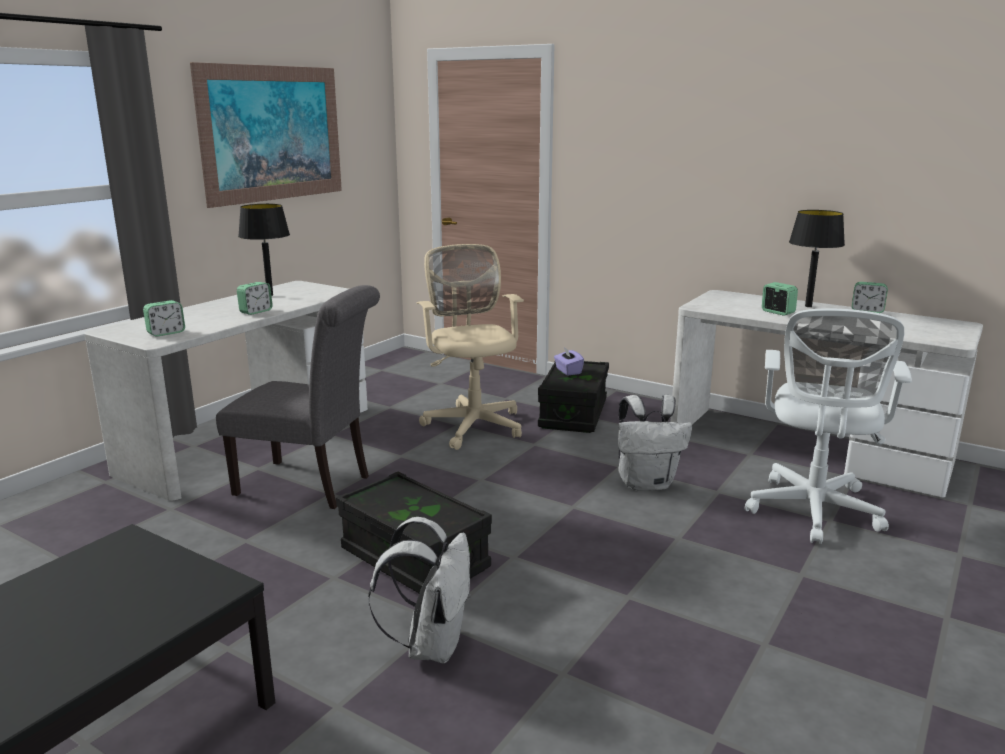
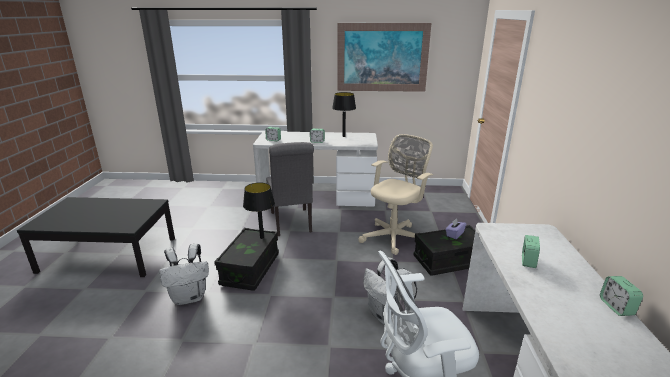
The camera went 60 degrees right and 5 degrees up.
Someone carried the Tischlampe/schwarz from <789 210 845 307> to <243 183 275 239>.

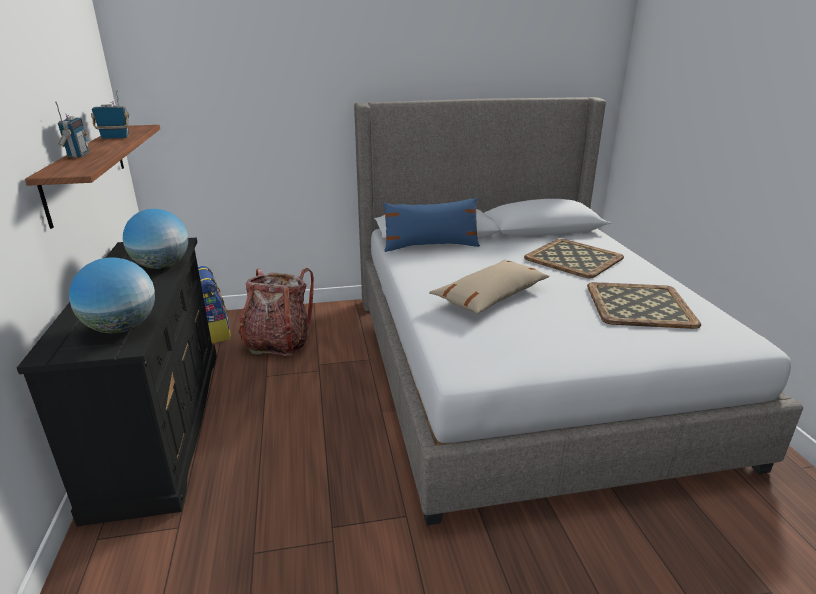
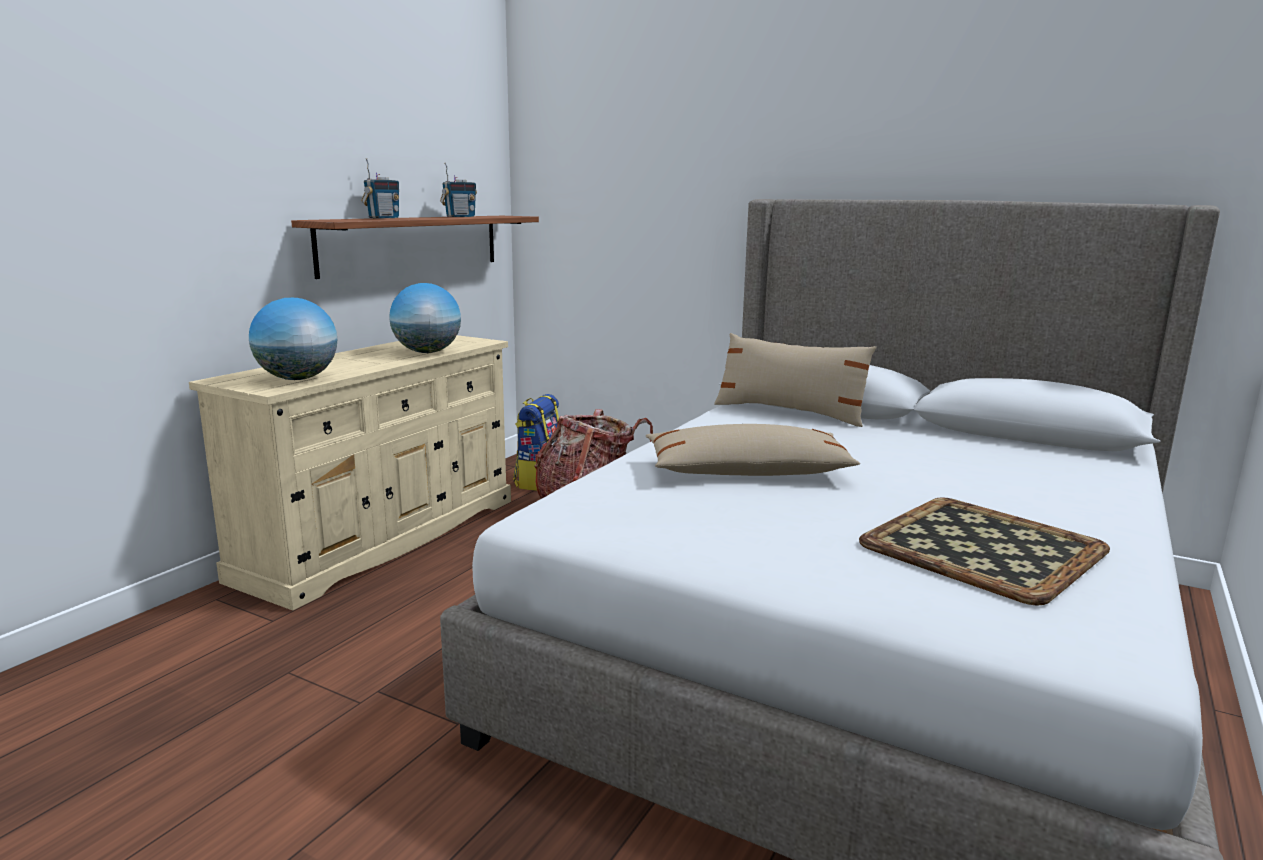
The camera went 40 degrees right and 10 degrees down.
Someone repainted the Kommode/schwarz at <17 238 217 527>, which became the Kommode/beige at <189 335 511 611>.
Someone rotated the Radio at <91 90 130 139> by 105 degrees clockwise.
Someone repainted the Kissen/blau at <383 198 480 252>, which became the Kissen/beige at <714 333 876 427>.
Someone took away the Tablett at <524 239 624 278>.

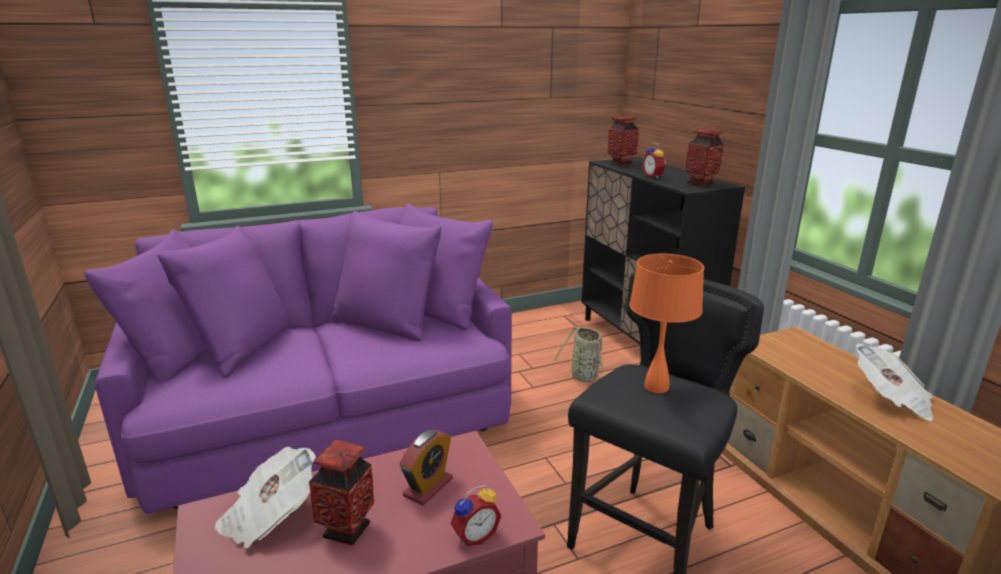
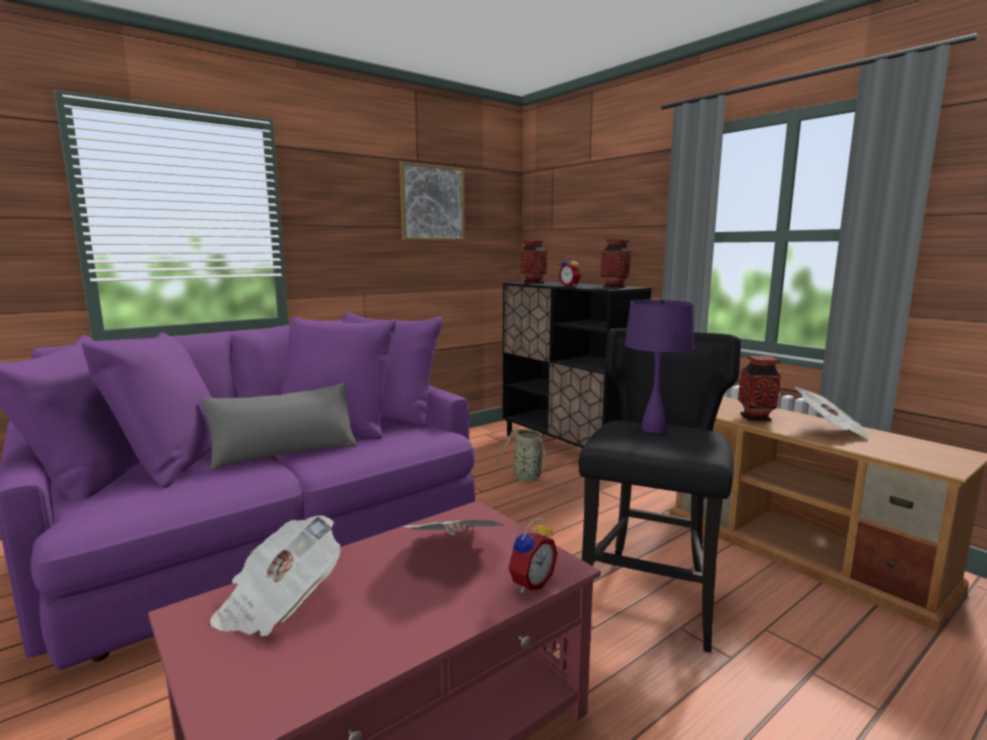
The camera went 15 degrees left and 10 degrees down.
Someone put down the Kissen/grau at <202 383 357 470>.
Someone put up the Bild at <399 161 465 240>.
Someone swapped the Wecker at <399 430 453 505> for the Zeitung at <403 520 503 536>.
Someone repainted the Tischlampe/orange at <629 254 704 393>, which became the Tischlampe/lila at <624 299 695 433>.
Someone carried the Vase from <309 440 374 545> to <738 356 781 422>.

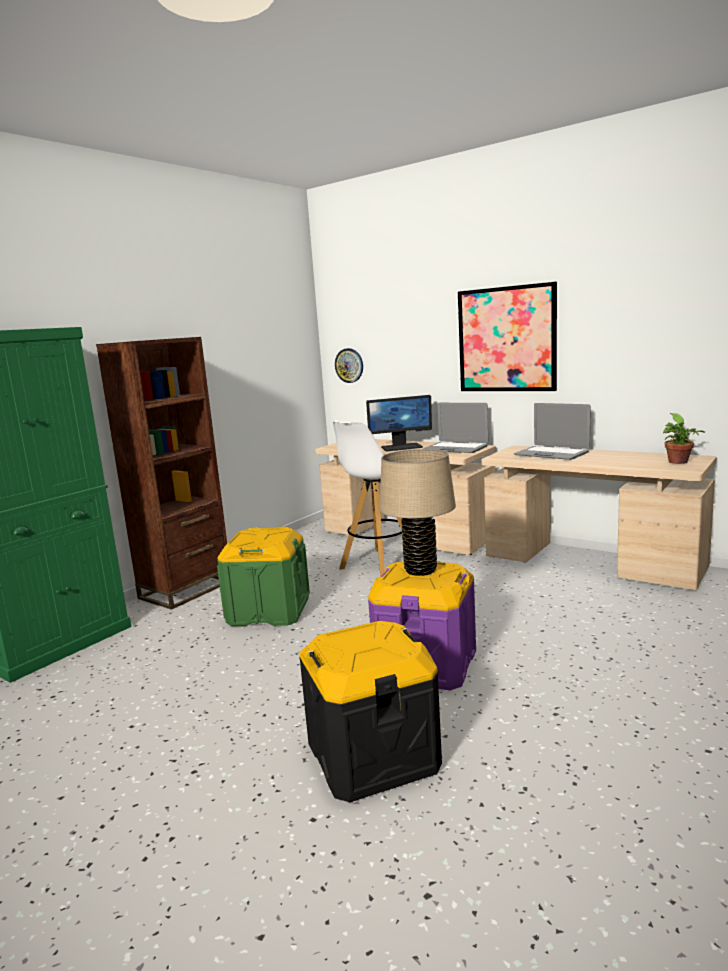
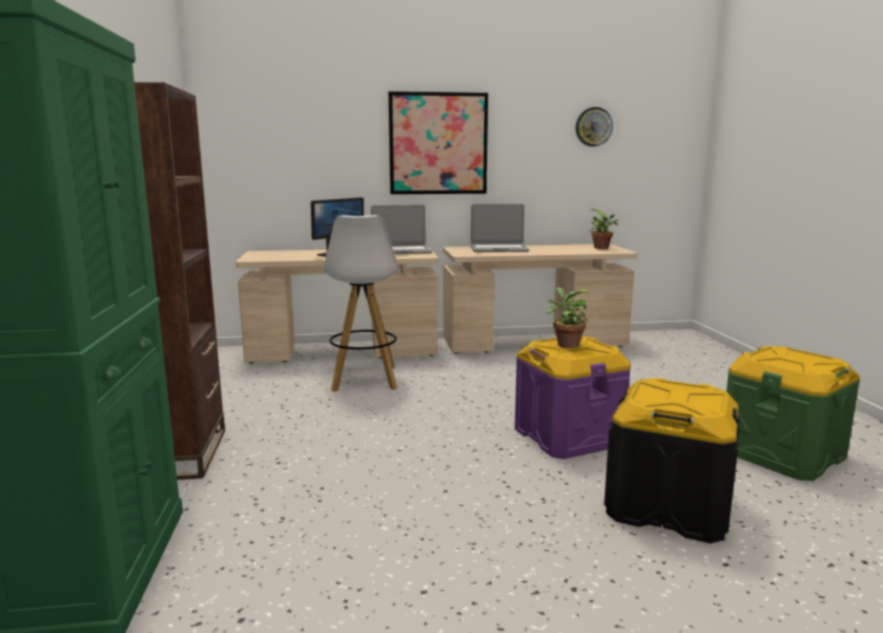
The camera went 45 degrees left and 0 degrees up.
Someone swapped the Tischlampe/beige at <380 449 456 576> for the Topfpflanze at <546 287 590 348>.
Someone carried the Wanduhr from <335 348 363 383> to <576 107 613 147>.
Someone carried the Aufbewahrungsbox/grün from <217 526 310 626> to <726 346 860 481>.

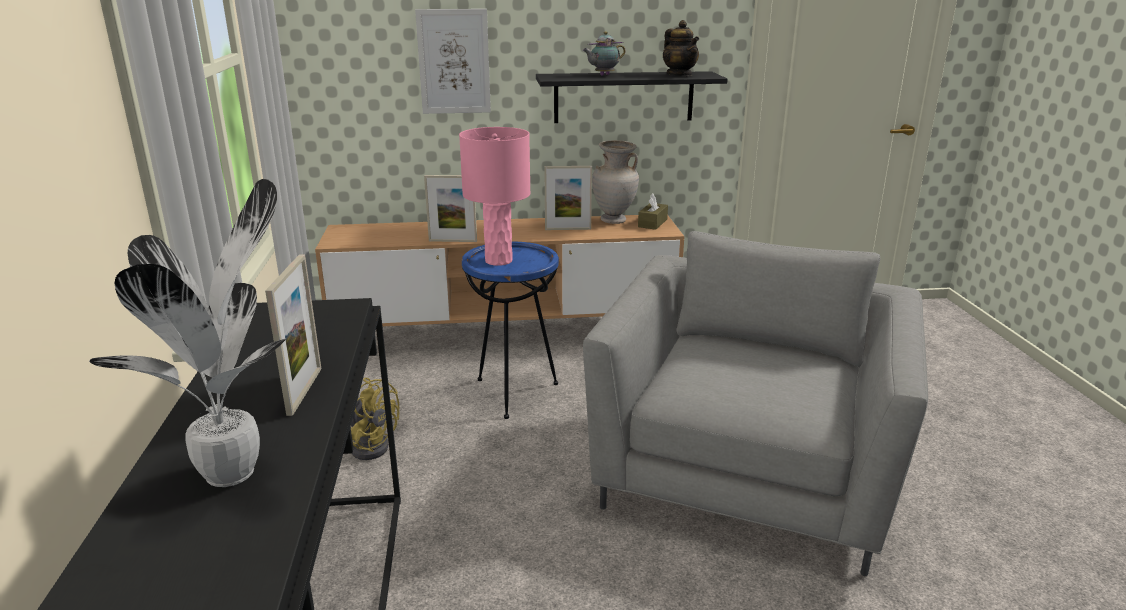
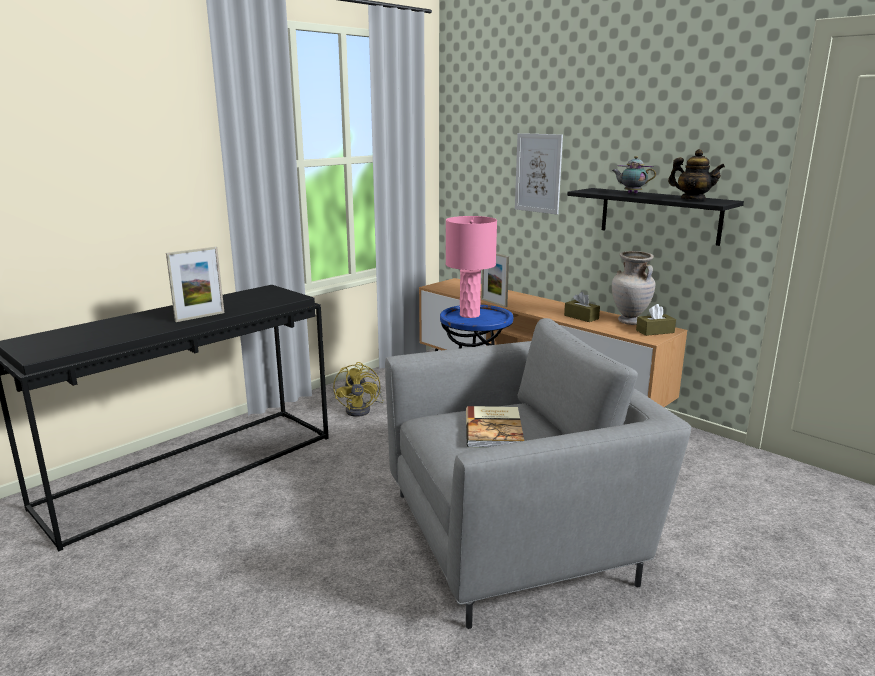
The camera went 50 degrees right and 5 degrees down.
Someone put down the Buch at <466 406 524 448>.
Someone swapped the Bilderrahmen at <544 166 592 230> for the Taschentuchbox/braun at <564 292 600 322>.
Someone rotated the Teekanne at <663 20 699 76> by 75 degrees counterclockwise.
Someone took away the Topfpflanze at <89 179 286 487>.

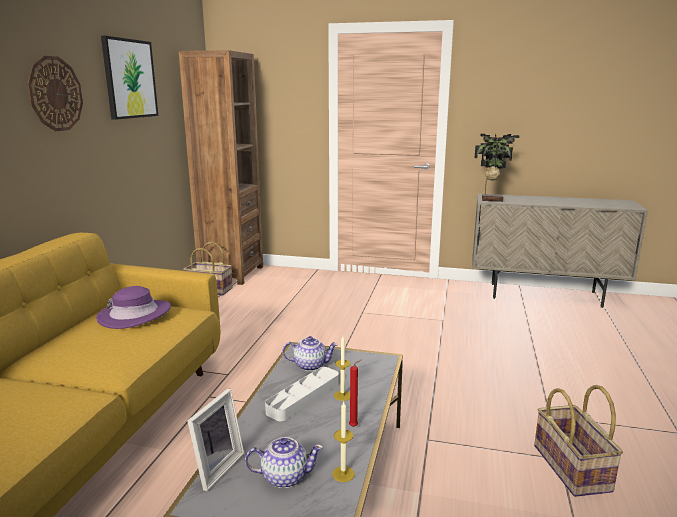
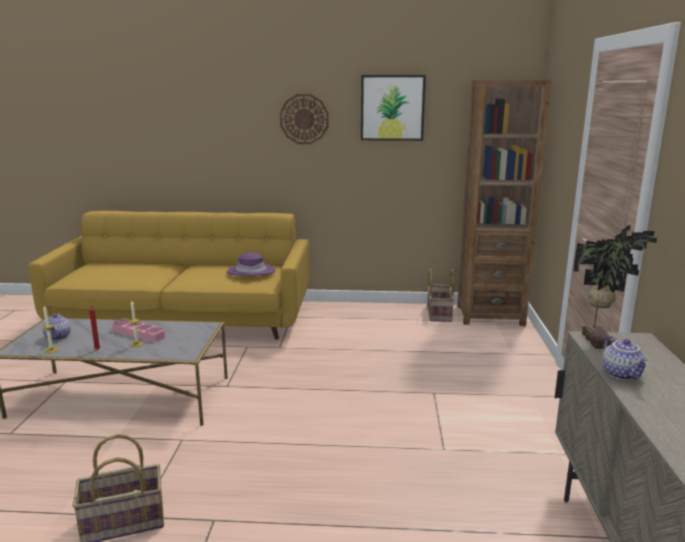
The camera went 80 degrees right and 0 degrees up.
Someone repainted the Tablett/grau at <265 367 339 421>, which became the Tablett/rosa at <112 319 165 342>.
Someone carried the Teekanne from <283 336 338 371> to <602 336 649 380>.
Someone took away the Bilderrahmen at <187 389 244 491>.

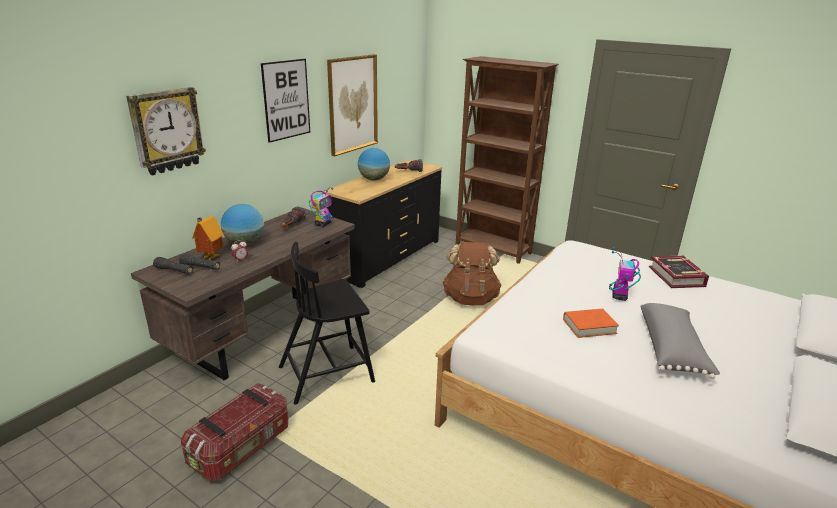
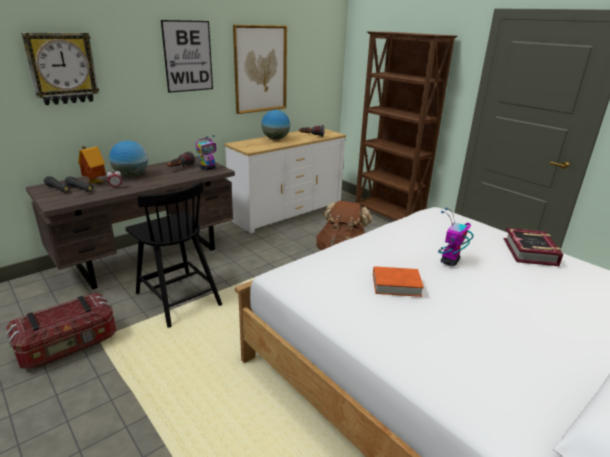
The camera went 15 degrees right and 0 degrees up.
Someone rotated the Stuhl/schwarz at <279 242 375 405> by 120 degrees counterclockwise.
Someone repainted the Kommode/schwarz at <323 159 442 288>, which became the Kommode/weiß at <224 129 346 234>.
Someone took away the Kissen/grau at <640 303 720 379>.

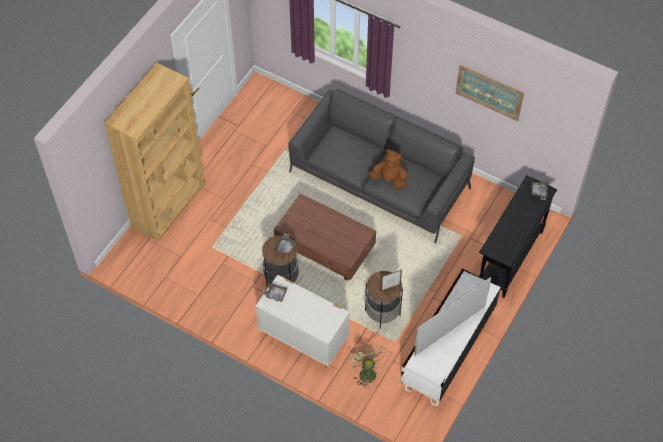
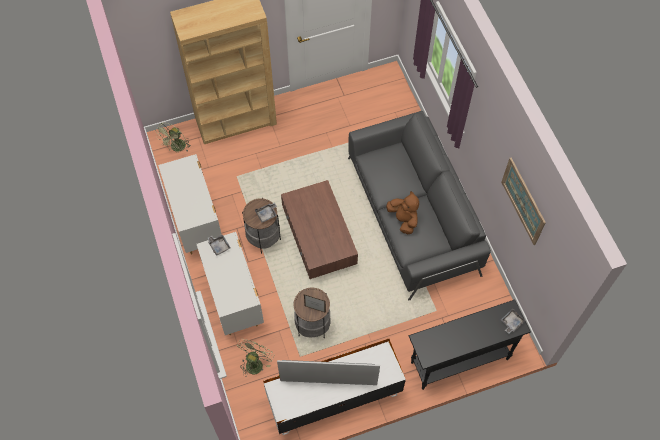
The camera went 40 degrees right and 5 degrees up.
Someone put down the Ventilator/grün at <155 123 191 153>.
Someone put down the Kommode/weiß at <158 154 222 254>.

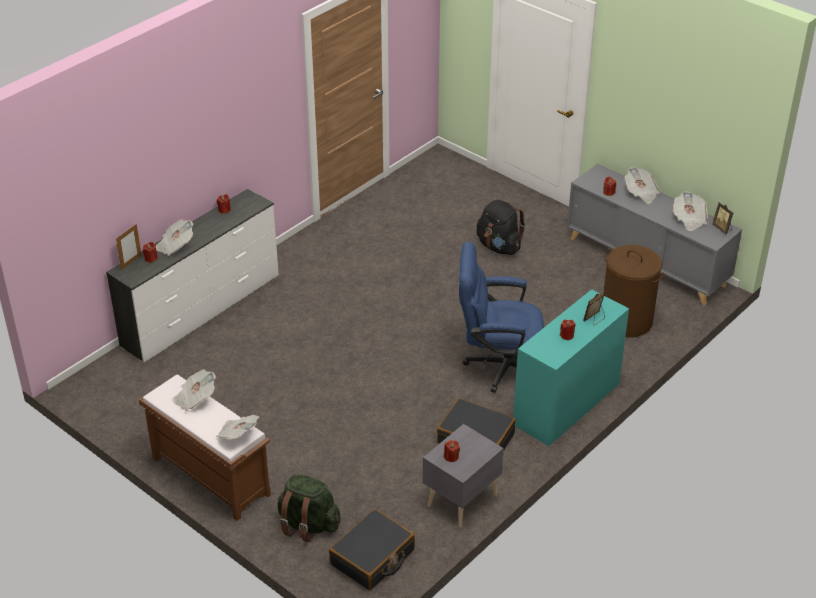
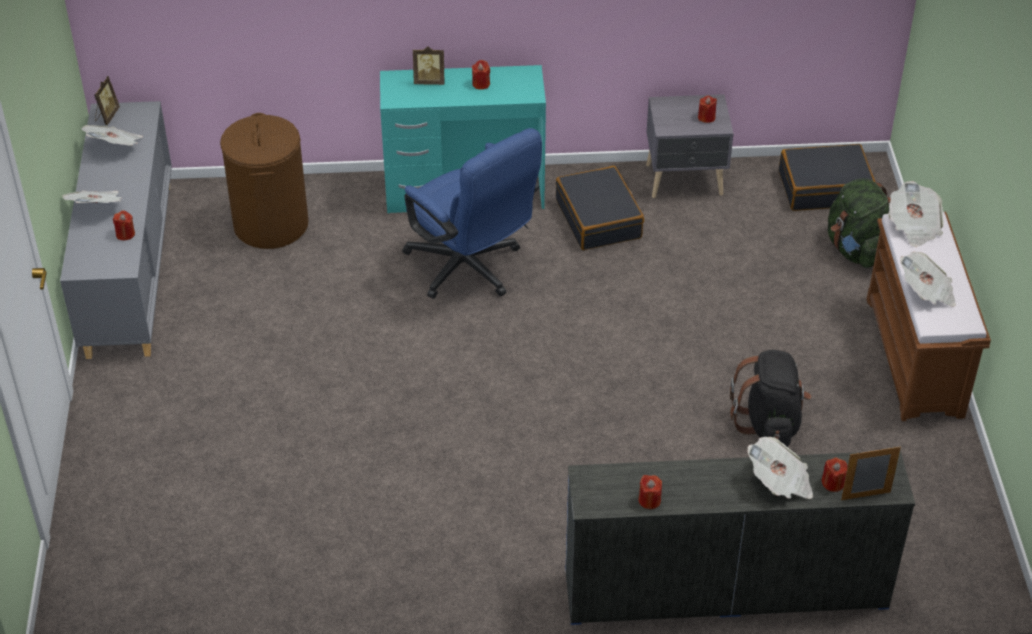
The camera went 135 degrees left and 5 degrees up.
Someone repainted the Kommode/weiß at <106 189 279 363>, which became the Kommode/blau at <566 450 915 625>.
Someone carried the Rucksack/schwarz from <476 200 526 255> to <730 350 812 447>.

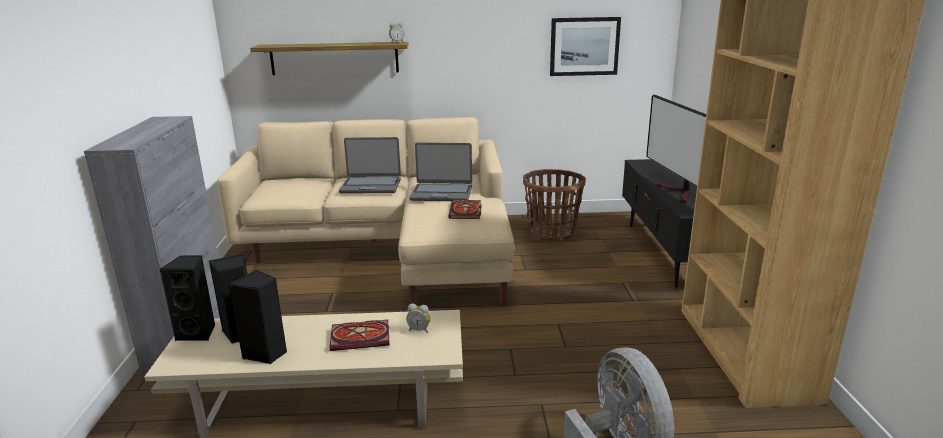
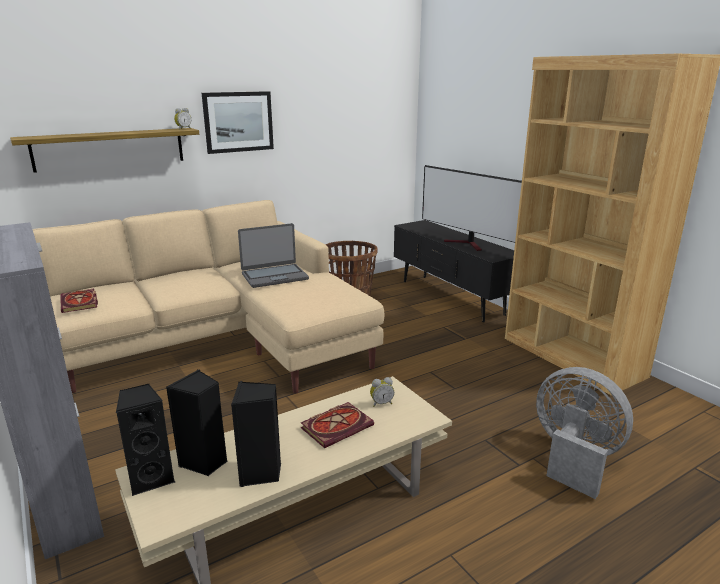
The camera went 30 degrees left and 0 degrees up.
Someone carried the Buch from <448 200 482 219> to <60 289 98 313>.
Someone carried the Bild from <550 17 621 76> to <202 91 274 154>.
Someone took away the Laptop at <339 137 401 194>.

